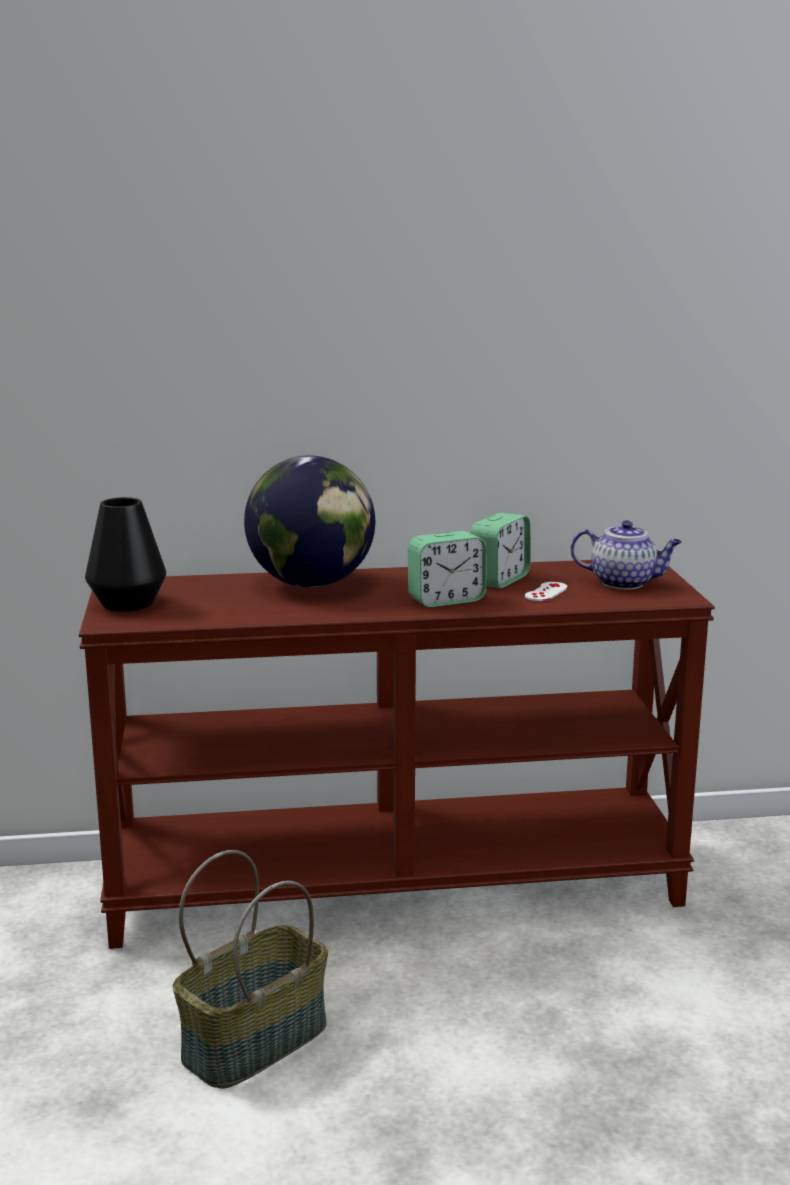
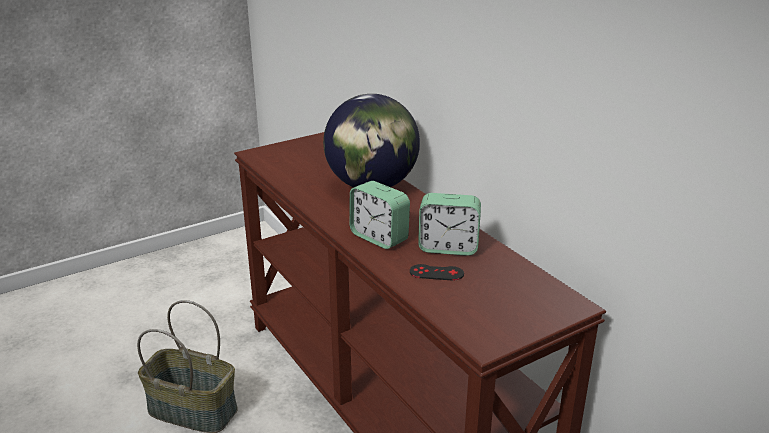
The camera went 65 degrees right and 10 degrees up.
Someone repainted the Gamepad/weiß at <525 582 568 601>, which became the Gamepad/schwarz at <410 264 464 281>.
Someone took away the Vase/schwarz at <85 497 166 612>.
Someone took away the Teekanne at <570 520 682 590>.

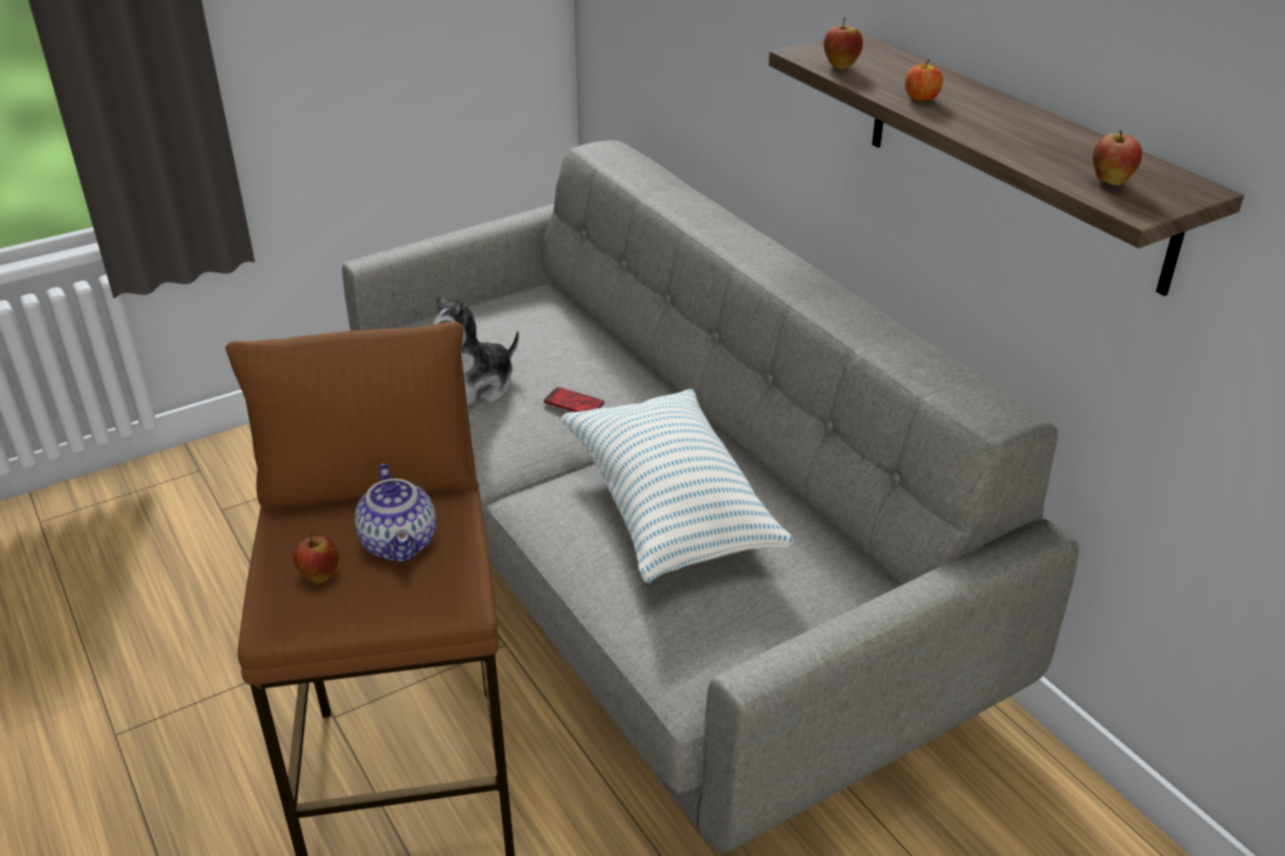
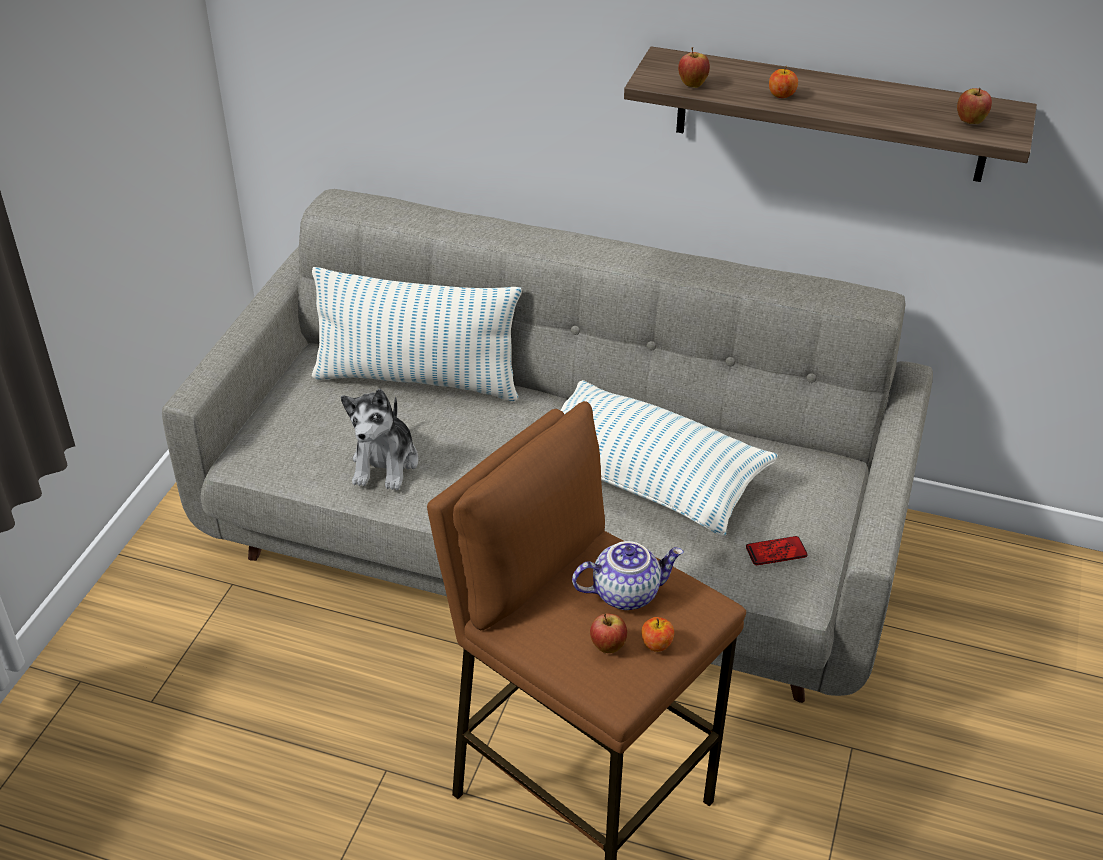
The camera went 40 degrees left and 5 degrees up.
Someone put down the Kissen at <312 267 522 401>.
Someone rotated the Teekanne at <355 464 436 562> by 45 degrees counterclockwise.
Someone put down the Apfel at <642 617 674 652>.
Someone carried the Handy from <544 387 604 412> to <746 536 808 565>.

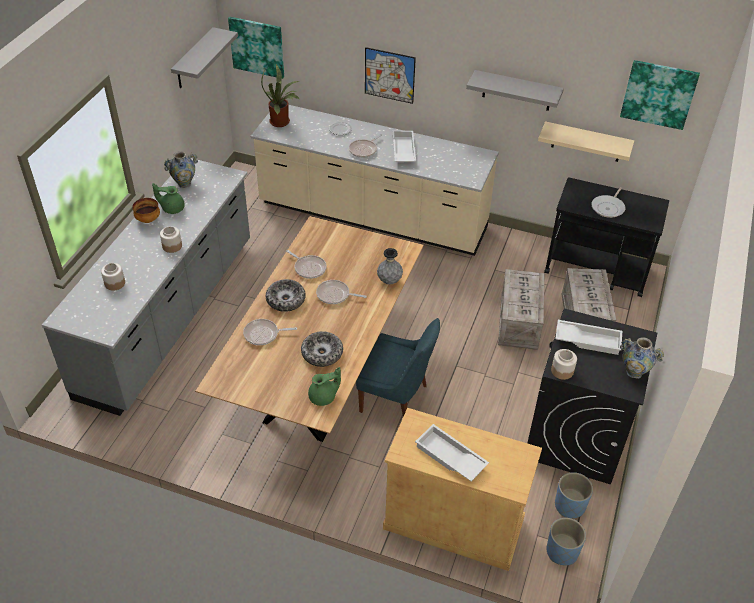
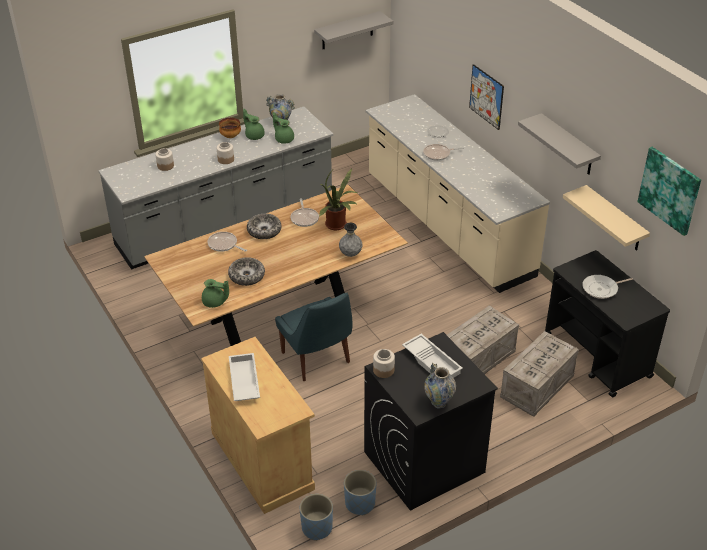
The camera went 40 degrees right and 5 degrees down.
Someone put down the Teekanne/grün at <273 112 294 144>.
Someone carried the Topfpflanze from <261 65 300 127> to <319 169 358 230>.
Someone took away the Bild at <228 17 284 79>.
Someone took away the Pfanne at <316 280 367 304>.
Someone took away the Tablett/weiß at <393 131 416 162>.

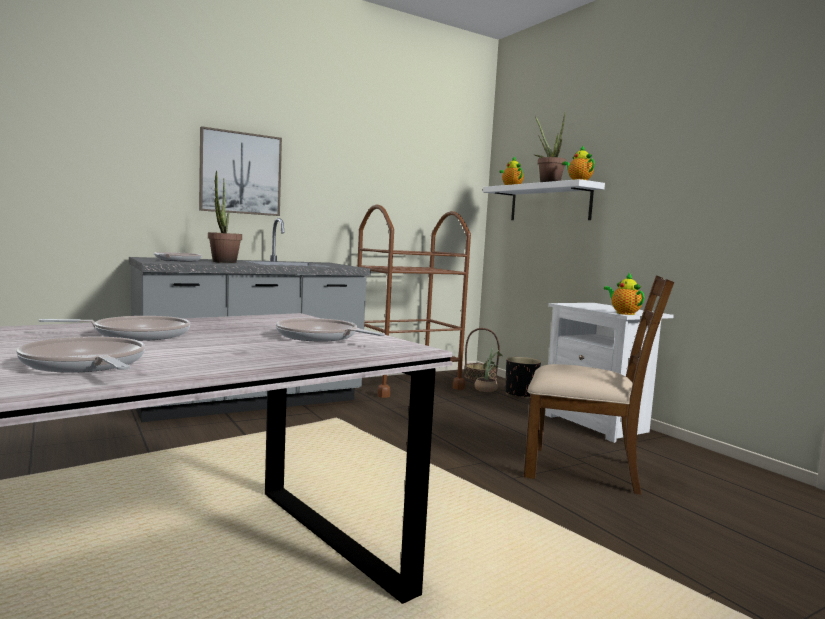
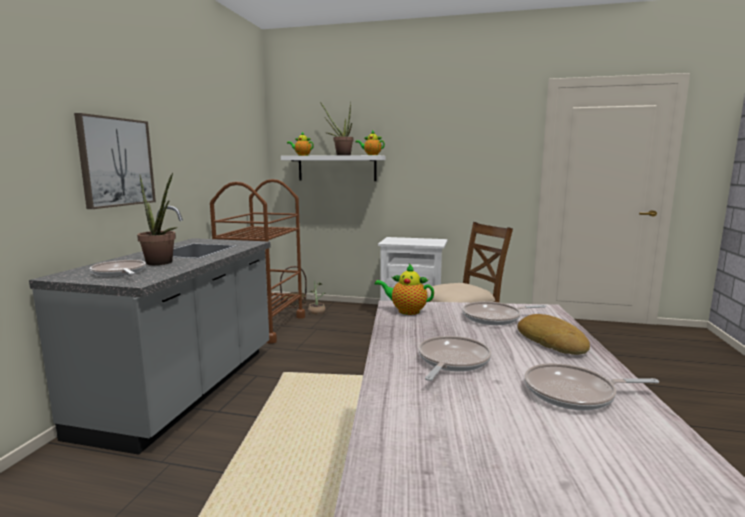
The camera went 45 degrees left and 5 degrees up.
Someone carried the Teekanne from <604 273 645 315> to <375 264 434 315>.
Someone put down the Brot at <517 314 590 355>.
Someone took away the Pflanzkübel/schwarz at <505 357 541 399>.

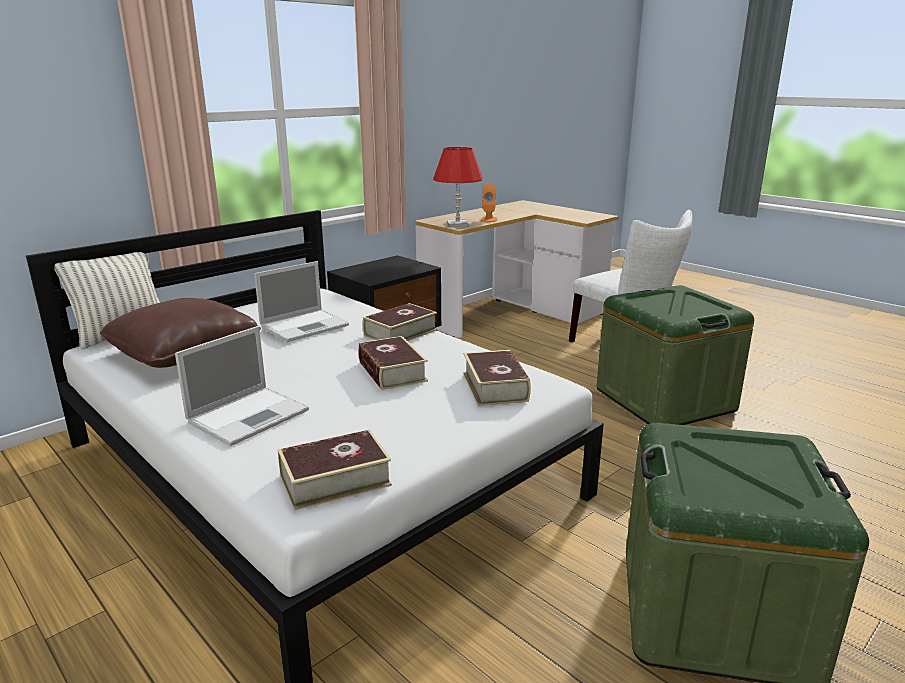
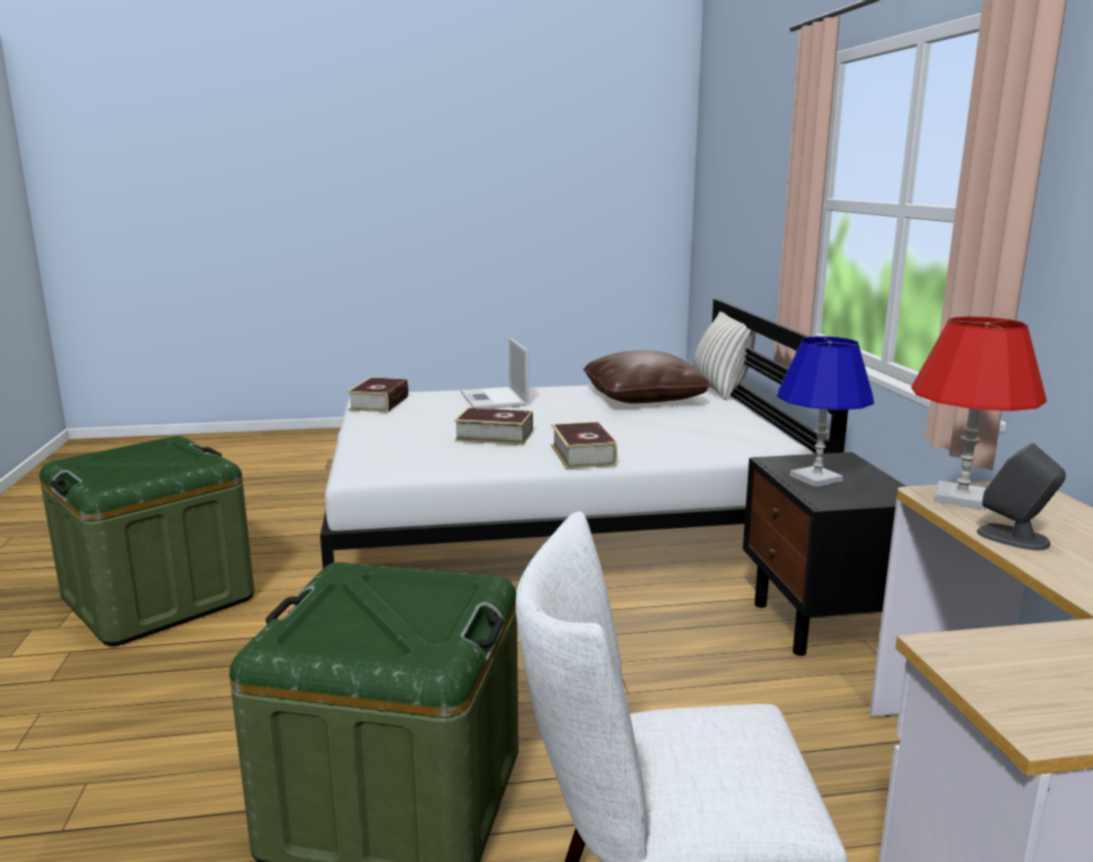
The camera went 125 degrees right and 5 degrees down.
Someone put down the Tischlampe/blau at <777 336 874 487>.
Someone repainted the Lautsprecher/orange at <481 184 498 222>, which became the Lautsprecher/grau at <977 443 1066 551>.
Someone took away the Laptop at <254 261 349 342>.
Someone took away the Buch at <463 350 531 406>.

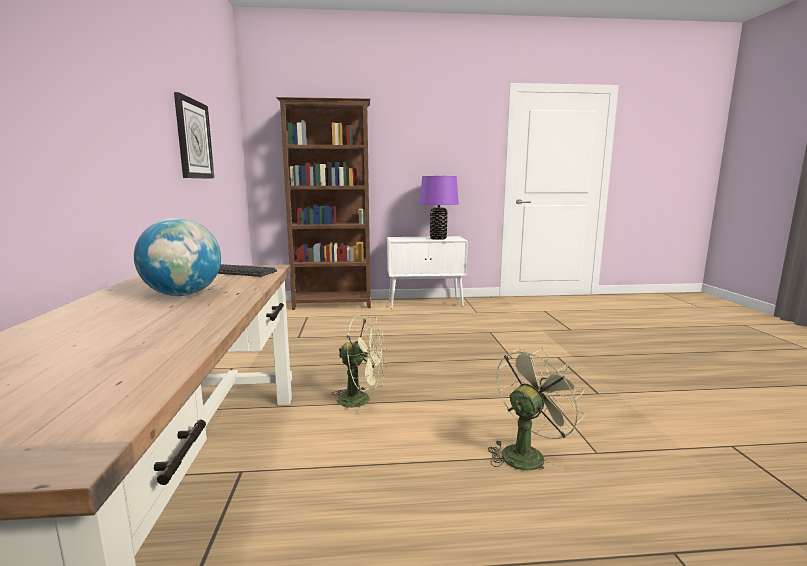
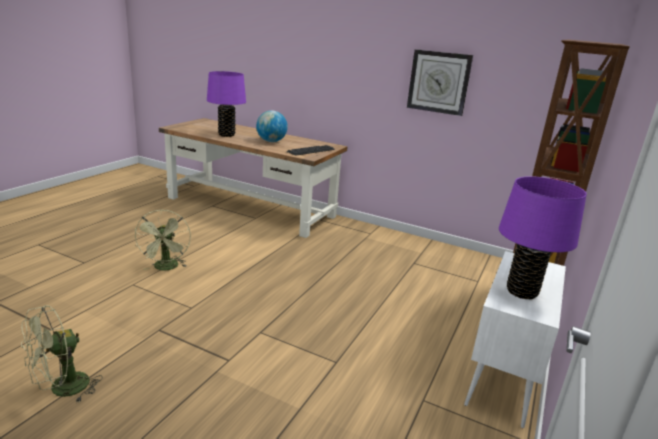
The camera went 120 degrees right and 10 degrees up.
Someone carried the Ventilator/grün from <332 315 387 415> to <21 305 103 403>.
Someone put down the Tischlampe/lila at <207 71 246 137>.

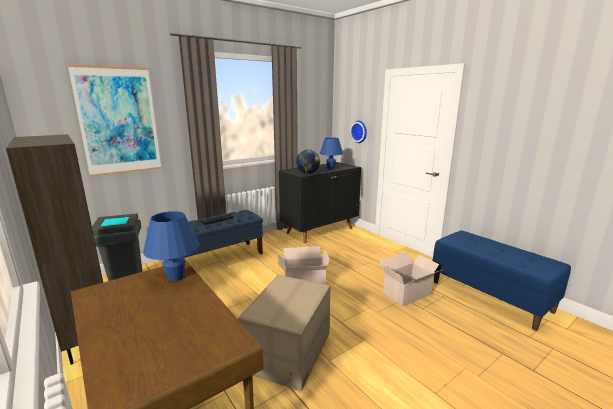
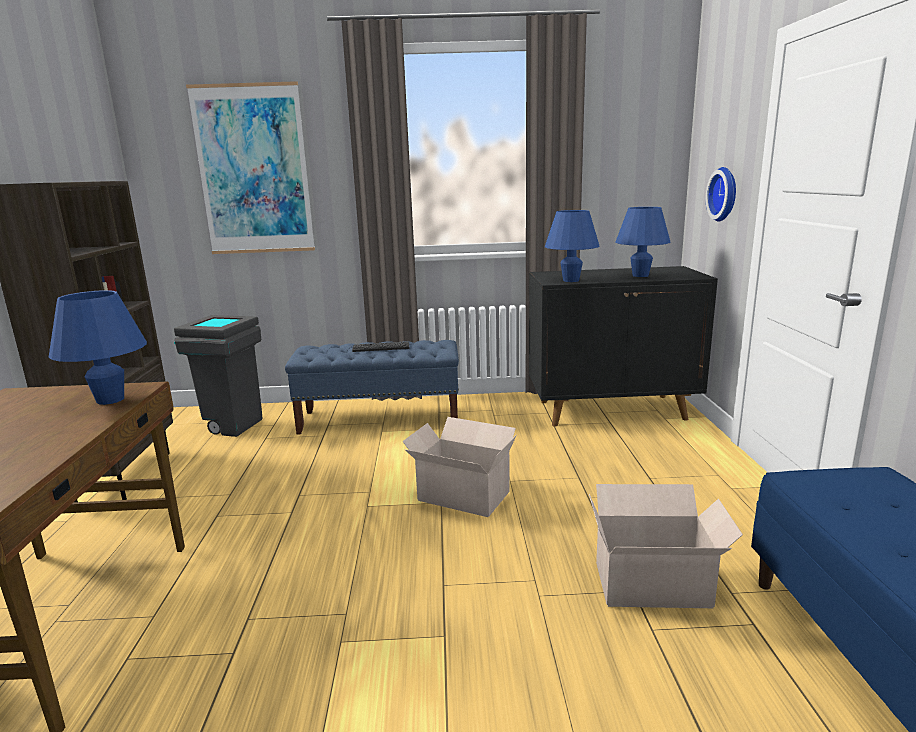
The camera went 35 degrees right and 0 degrees up.
Someone swapped the Globus at <296 150 320 174> for the Tischlampe/blau at <545 210 600 282>.
Someone took away the Karton at <238 275 330 391>.

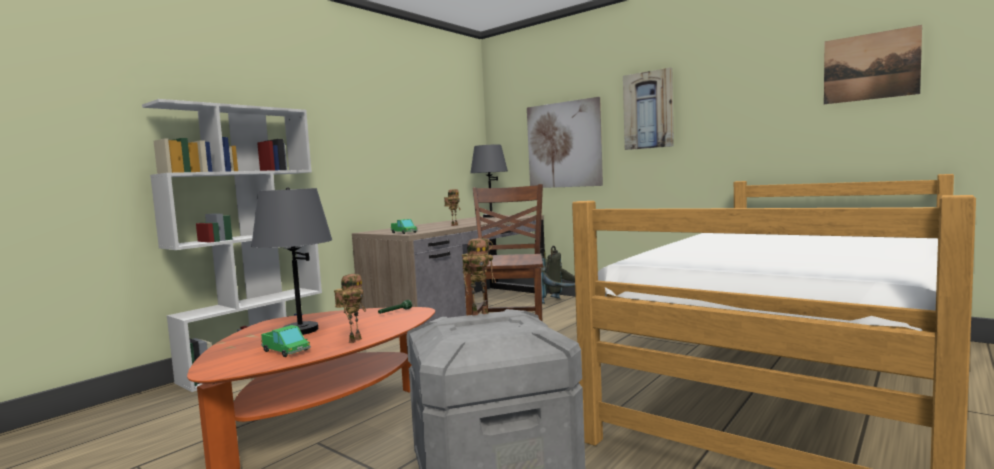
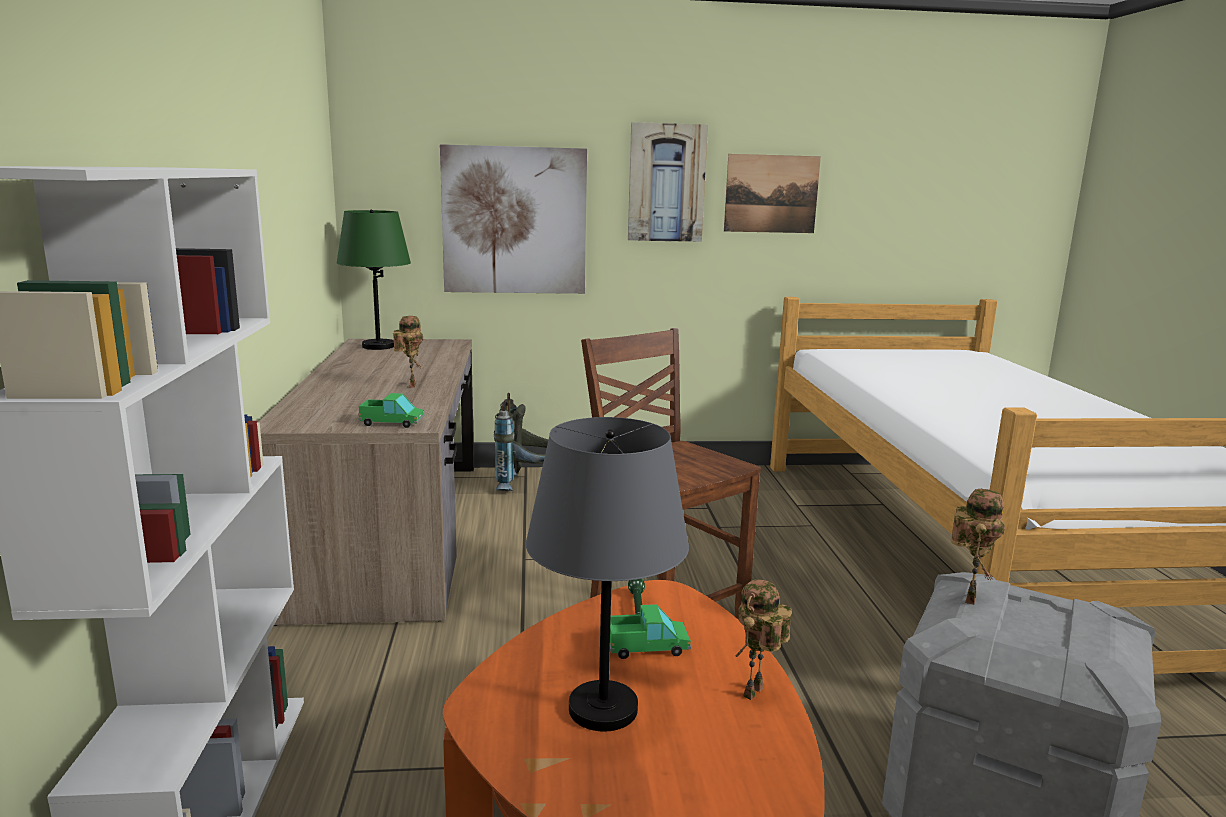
The camera went 45 degrees left and 10 degrees up.
Someone repainted the Tischlampe/grau at <470 145 508 218>, which became the Tischlampe/grün at <337 210 411 350>.
Someone carried the Spielzeuglaster from <261 325 311 357> to <610 604 691 659>.
Someone carried the Bild from <824 25 922 104> to <724 154 821 233>.
Someone rotated the Spielzeugroboter at <334 274 366 343> by 120 degrees counterclockwise.

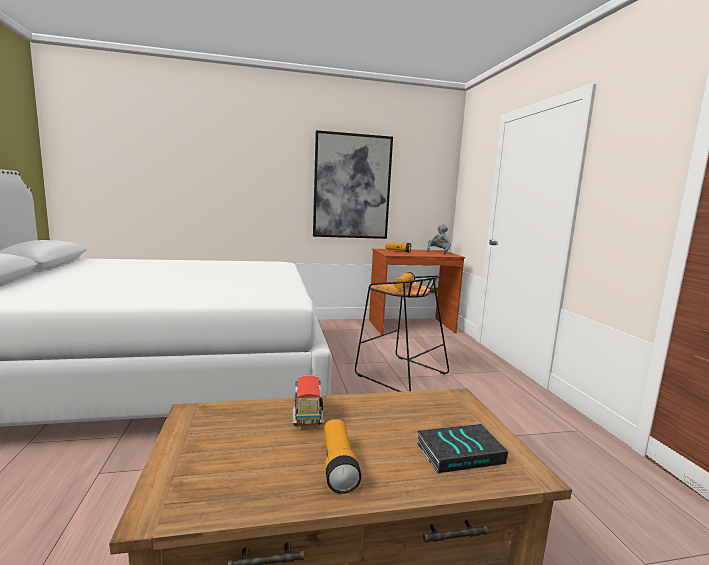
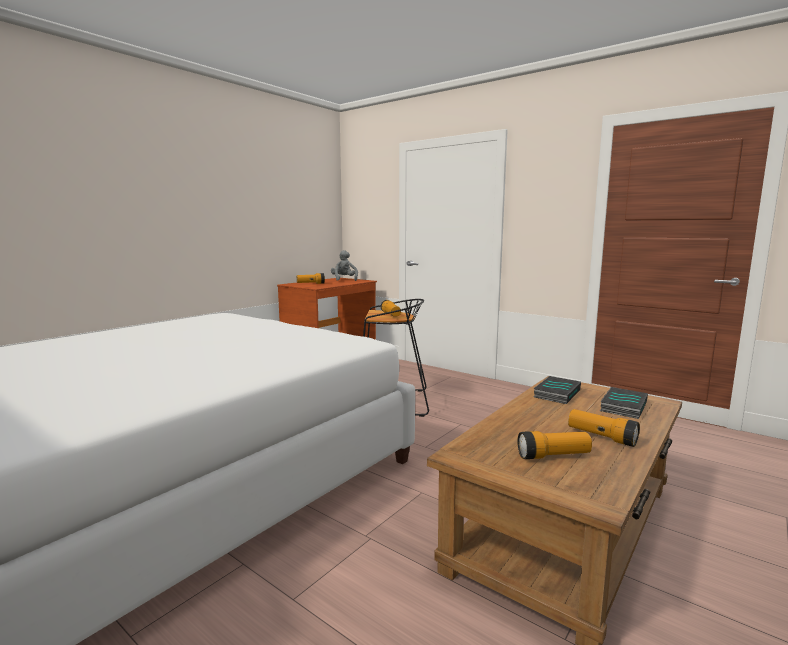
The camera went 40 degrees left and 0 degrees up.
Someone put down the Taschenlampe at <517 431 592 459>.
Someone put down the Buch at <533 376 581 404>.
Someone took away the Spielzeuglaster at <292 374 324 426>.
Someone took away the Bild at <313 130 393 239>.

